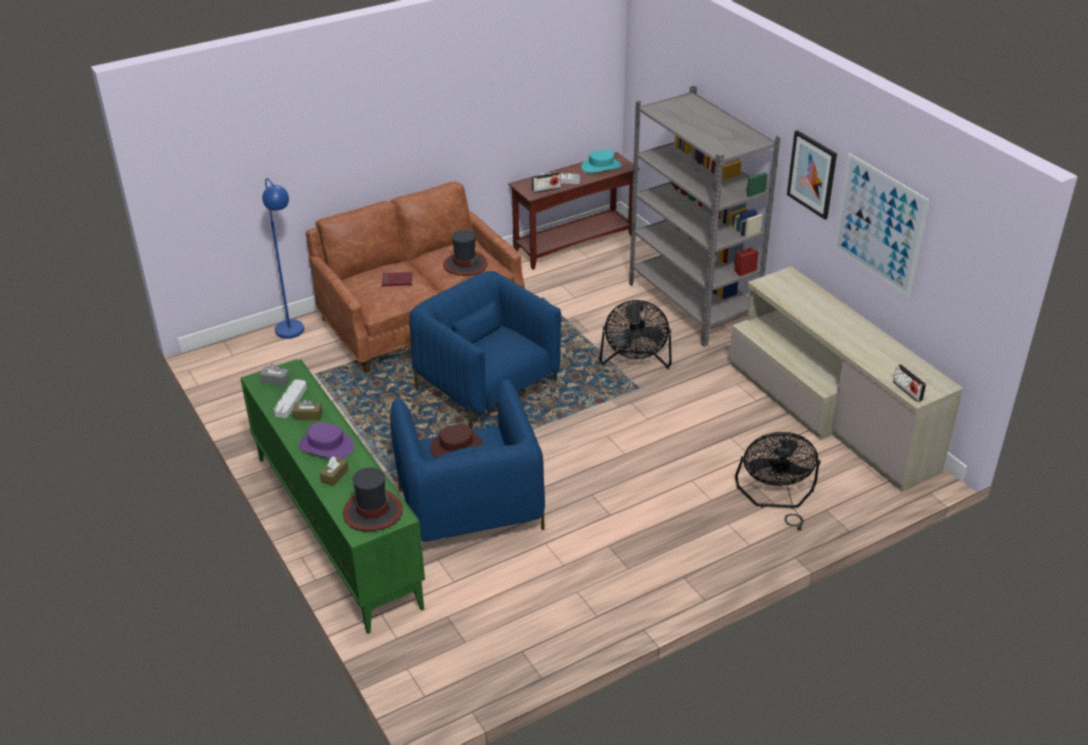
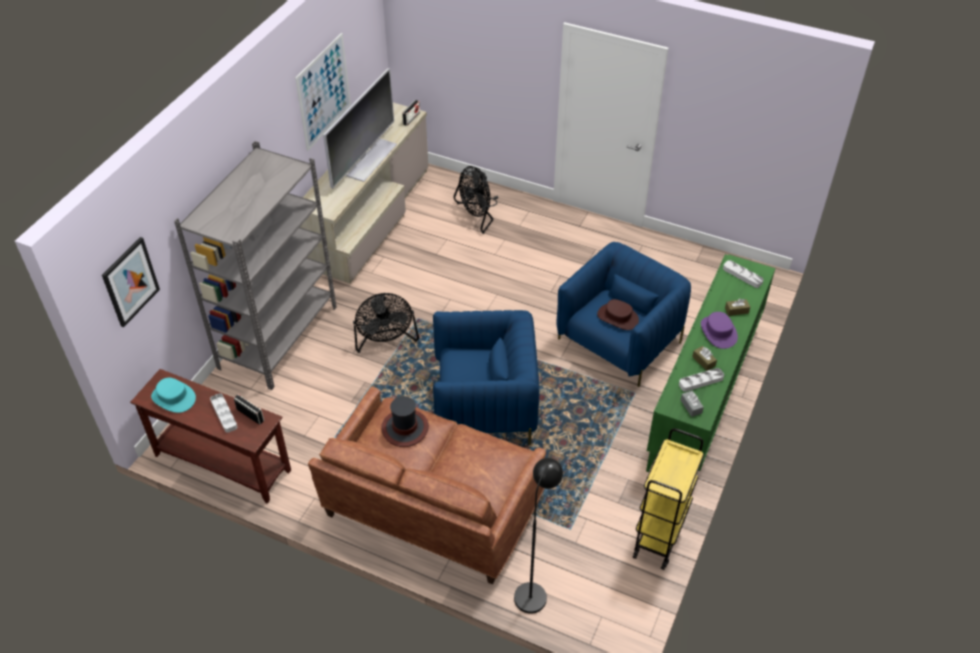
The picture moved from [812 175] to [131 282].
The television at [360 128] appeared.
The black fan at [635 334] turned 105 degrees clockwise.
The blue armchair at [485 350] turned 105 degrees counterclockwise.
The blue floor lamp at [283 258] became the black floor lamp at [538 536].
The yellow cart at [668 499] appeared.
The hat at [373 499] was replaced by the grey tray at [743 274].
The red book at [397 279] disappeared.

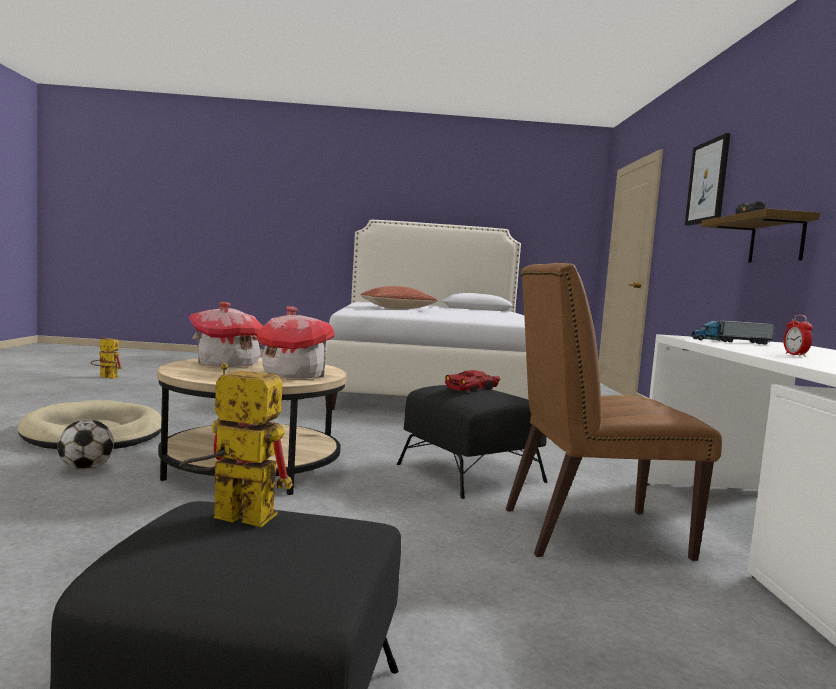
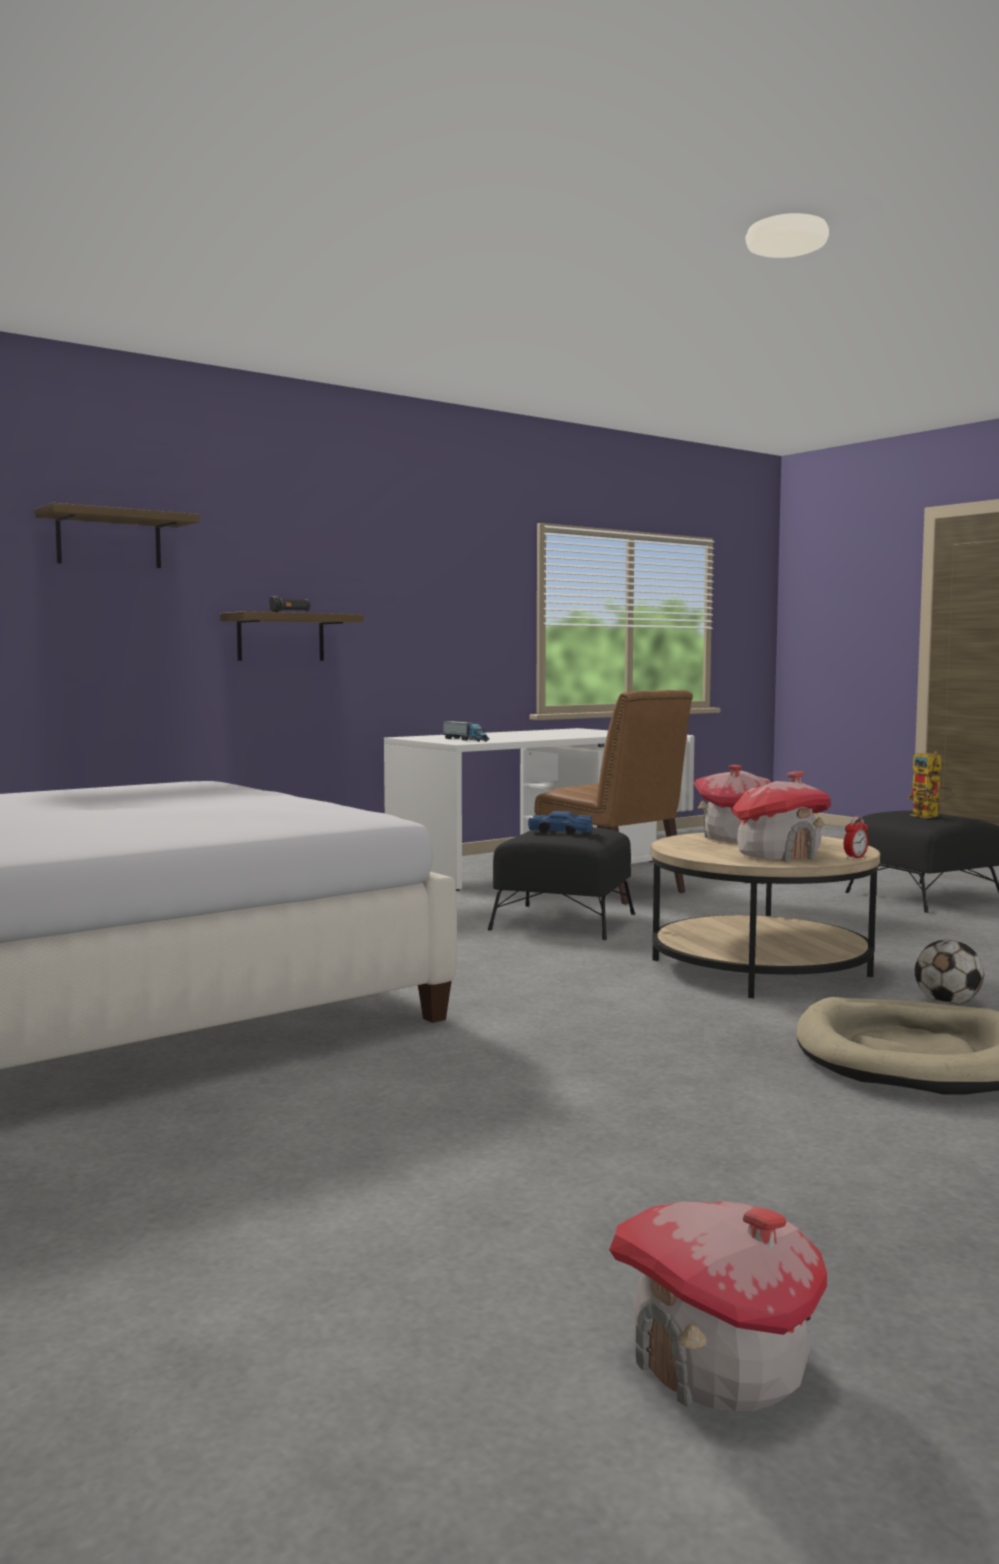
The picture at [707 179] was replaced by the shelf at [117 535].
The red toy car at [472 381] became the blue toy car at [560 822].
The toy robot at [106 357] was replaced by the toy house at [718 1306].
The alarm clock moved from [798 336] to [856 837].
The pillow at [399 297] disappeared.

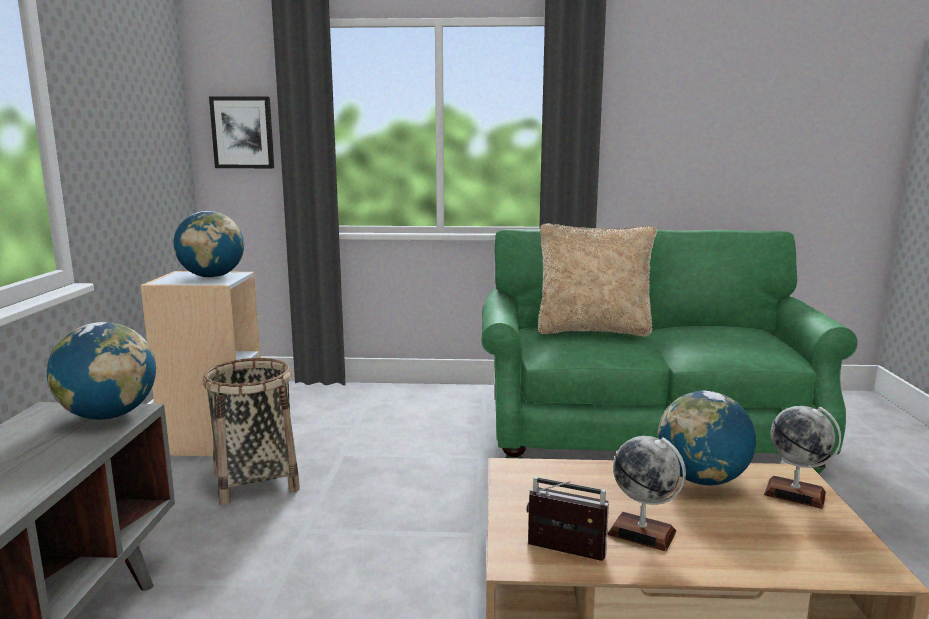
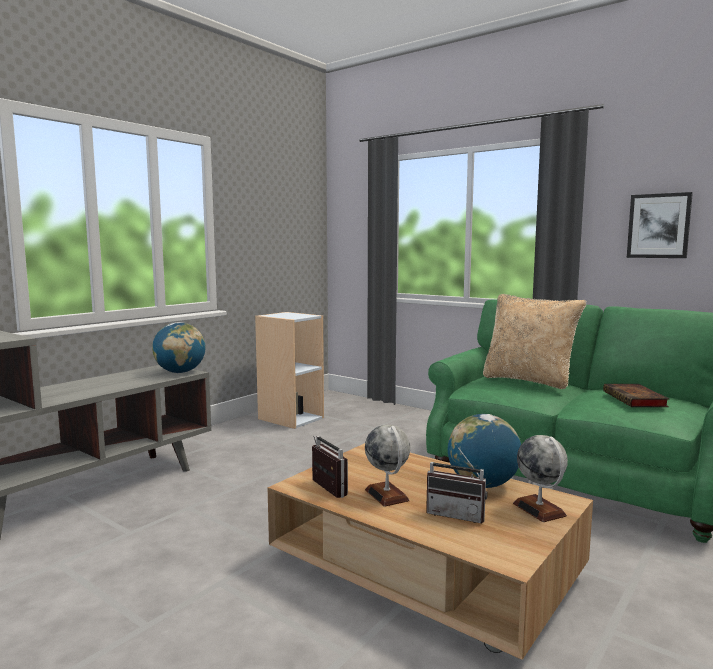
The radio at [457 484] appeared.
The book at [636 395] appeared.
The picture moved from [241 132] to [660 225].
The globe at [209 244] disappeared.
The basket at [251 432] disappeared.

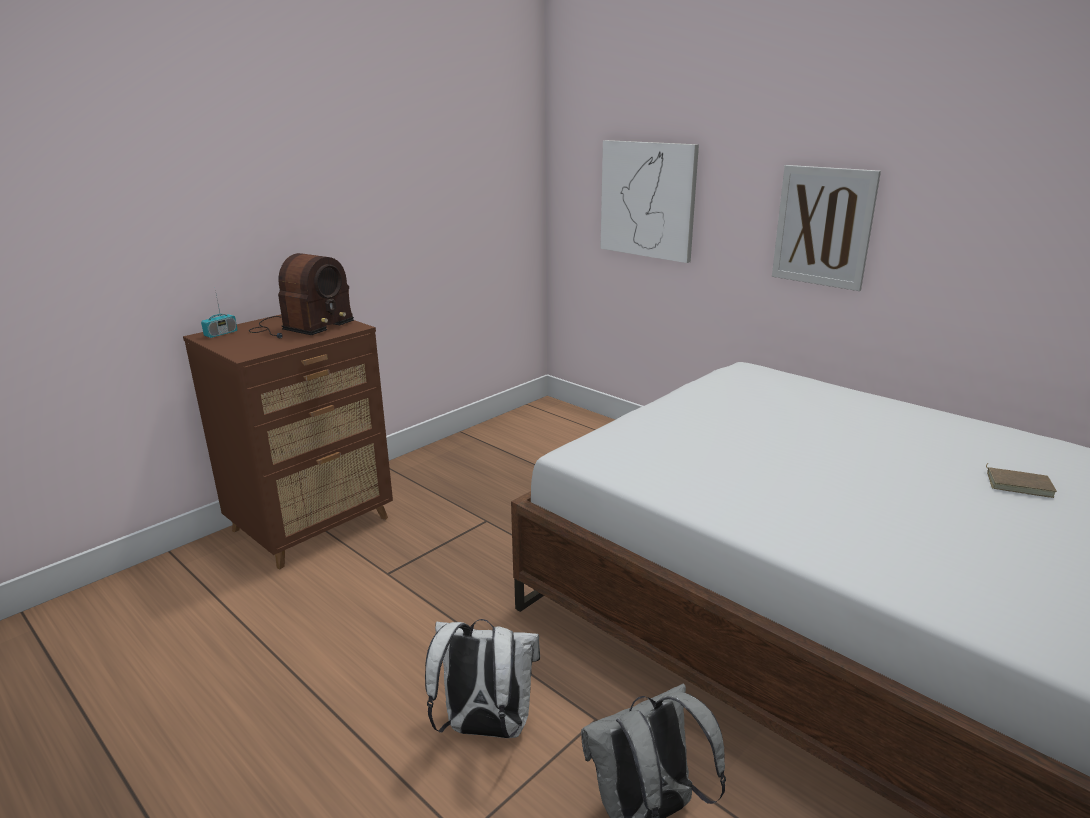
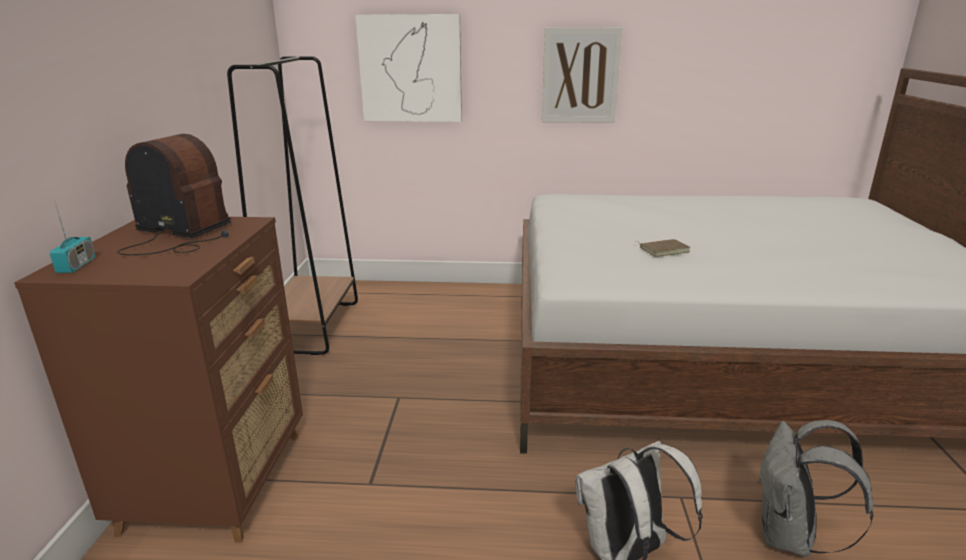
The radio at [301 296] turned 60 degrees counterclockwise.
The clothes rack at [292 205] appeared.
The brown book moved from [1021 480] to [663 248].

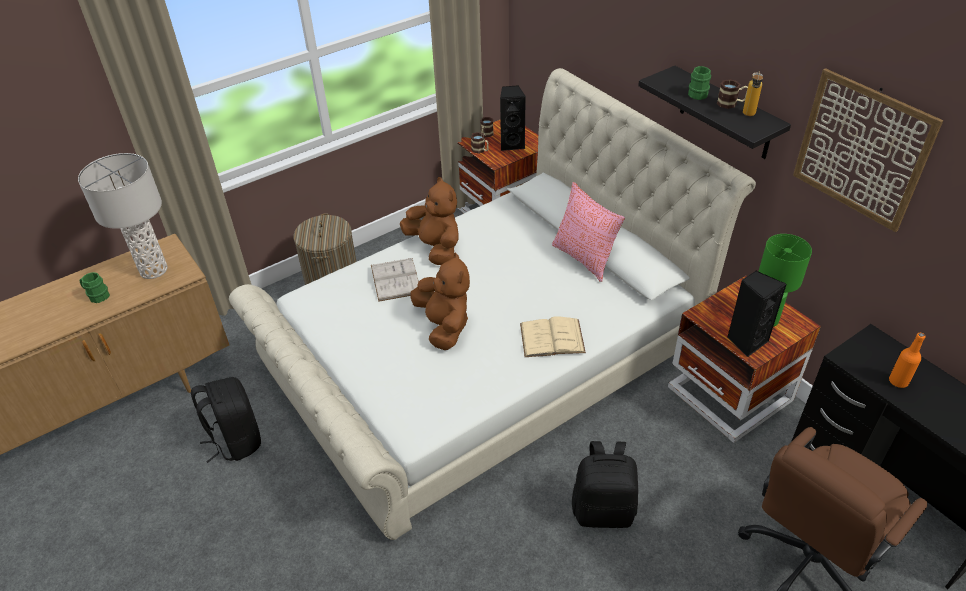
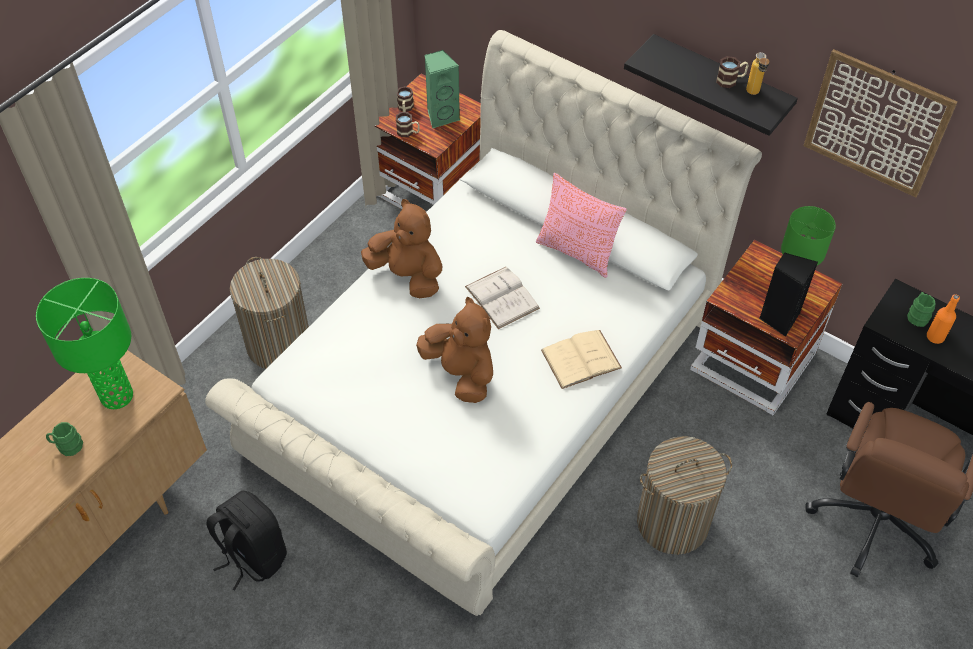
The white table lamp at [123 216] became the green table lamp at [84 343].
The black speaker at [513 118] became the green speaker at [442 89].
The white book moved from [395 280] to [502 298].
The black backpack at [605 484] was replaced by the laundry basket at [684 495].
The green mug moved from [699 83] to [921 309].

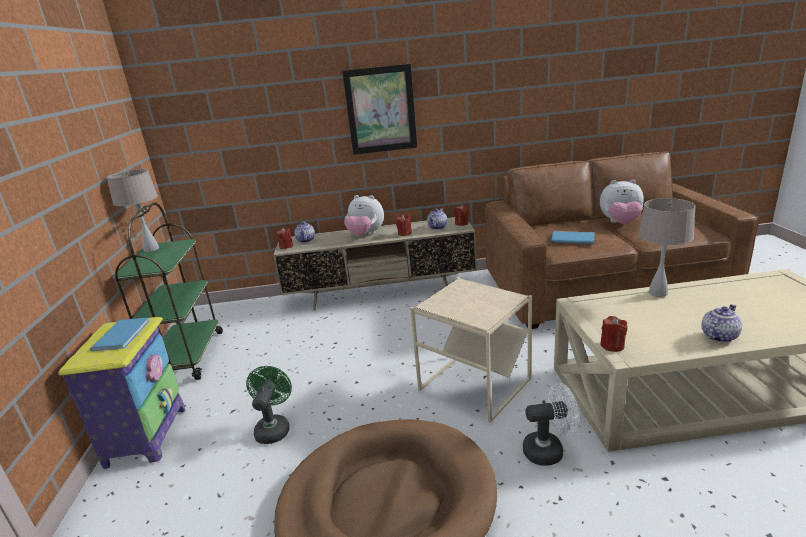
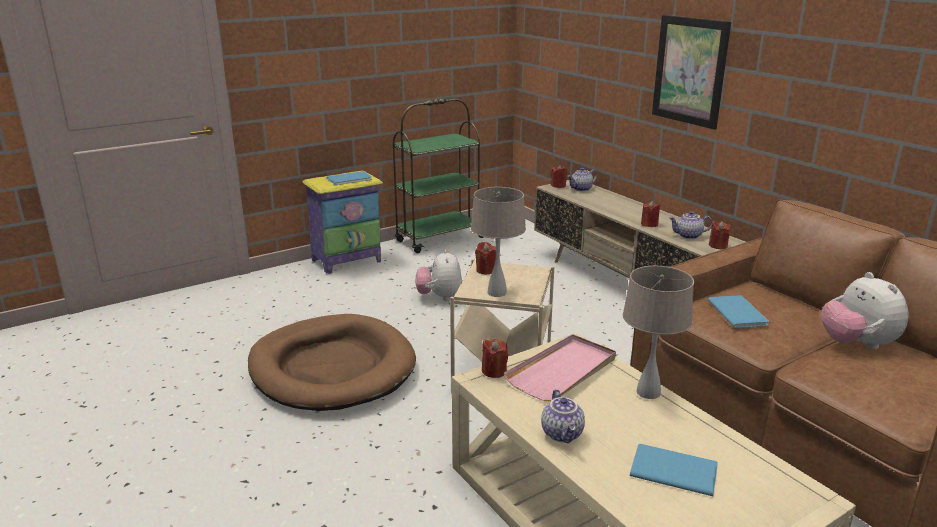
The plush toy moved from [364 215] to [438 275].
The beige table lamp moved from [133 210] to [498 242].
The red candle at [485 258] appeared.
The pink tray at [560 367] appeared.
The teapot at [721 323] turned 60 degrees clockwise.
The blue book at [674 470] appeared.
The green fan at [269 405] disappeared.
The white fan at [551 424] disappeared.

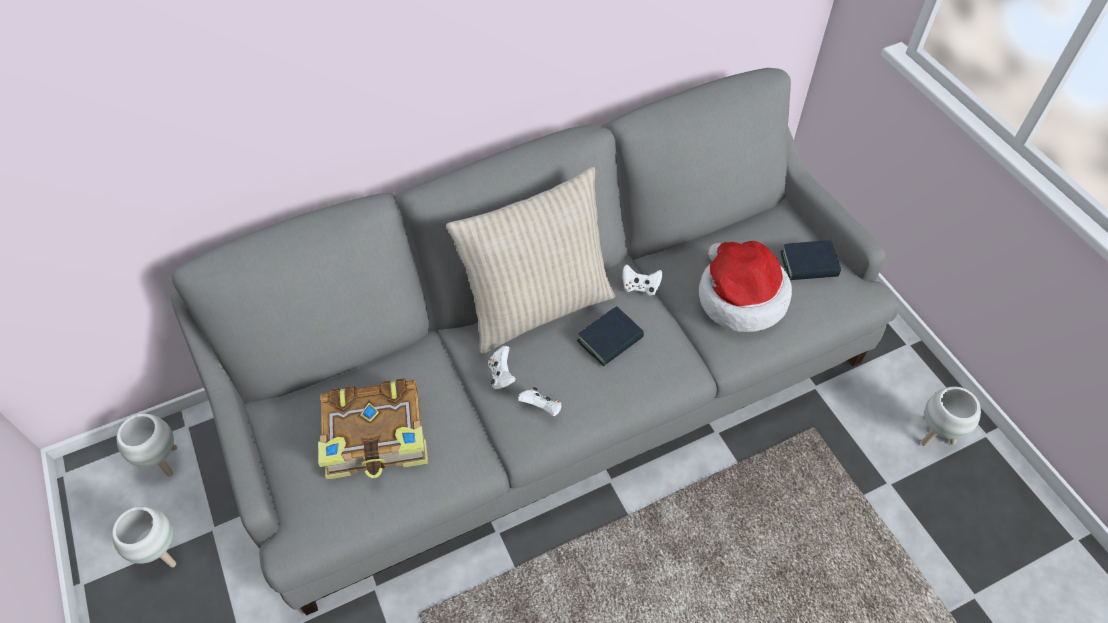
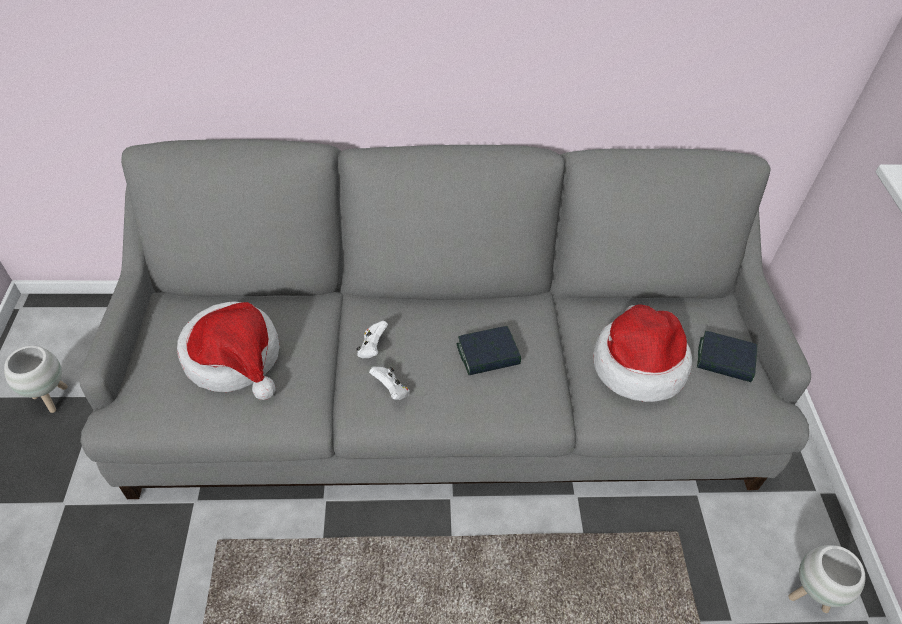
The book at [373 429] was replaced by the hat at [228 351].
The white planter at [147 445] disappeared.
The beige pillow at [530 260] disappeared.
The white game controller at [643 280] disappeared.

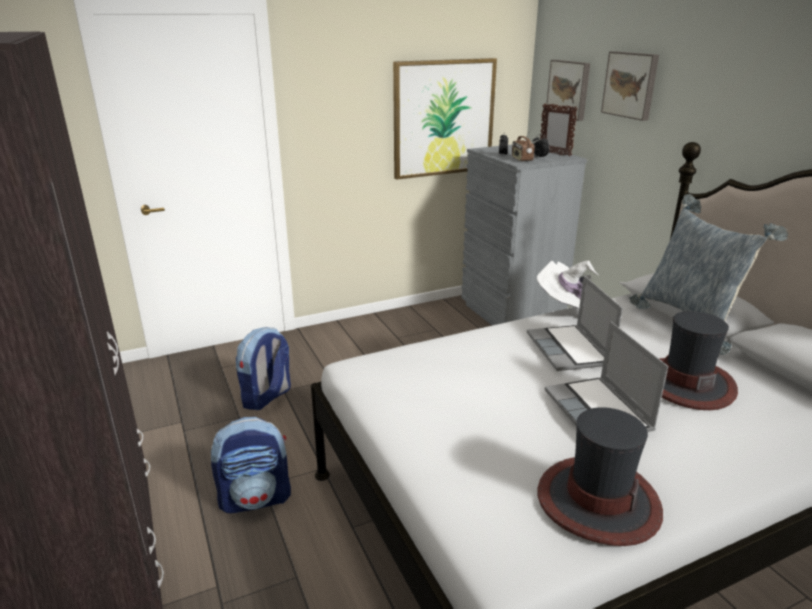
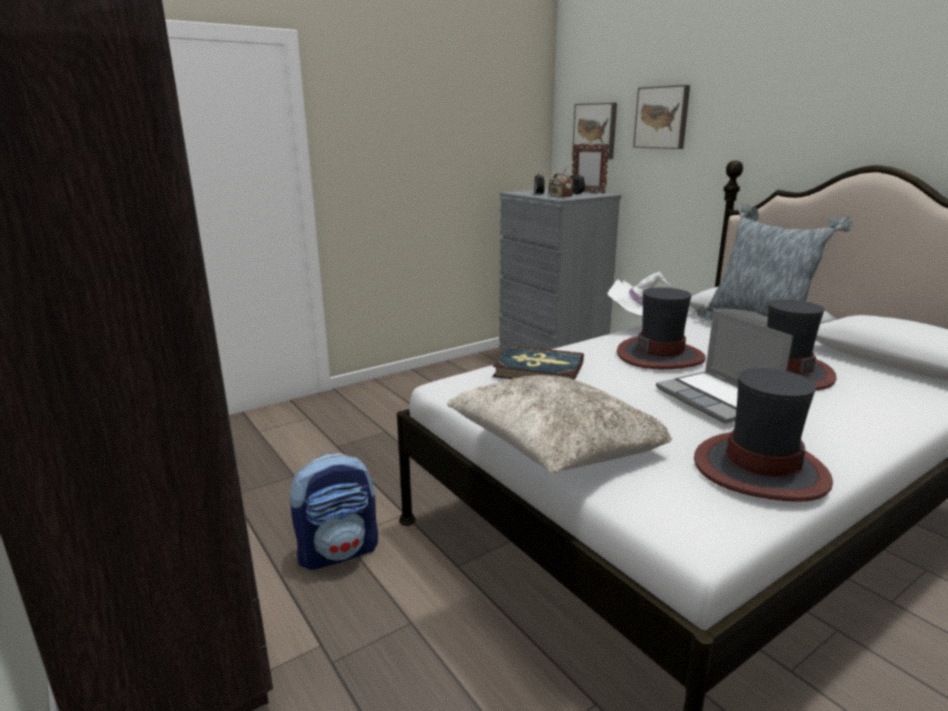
The beige pillow at [559 424] appeared.
The book at [538 362] appeared.
The laptop at [575 323] was replaced by the hat at [661 328].
The backpack at [263 368] disappeared.
The picture at [445 119] disappeared.

